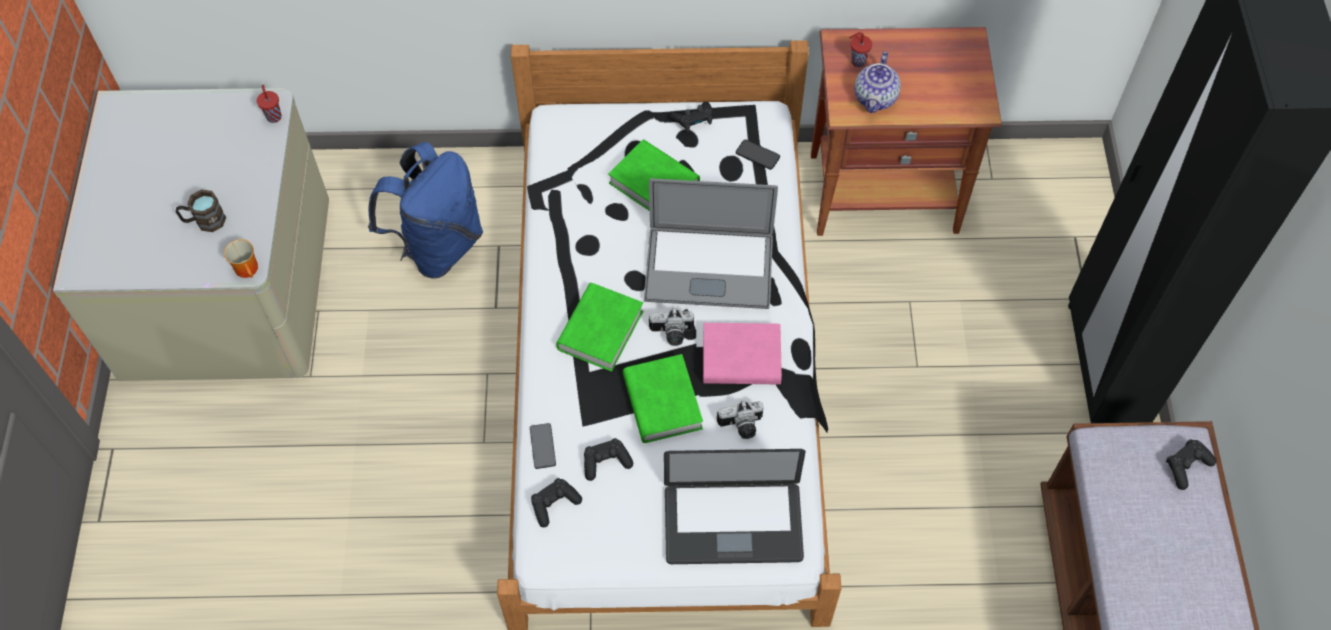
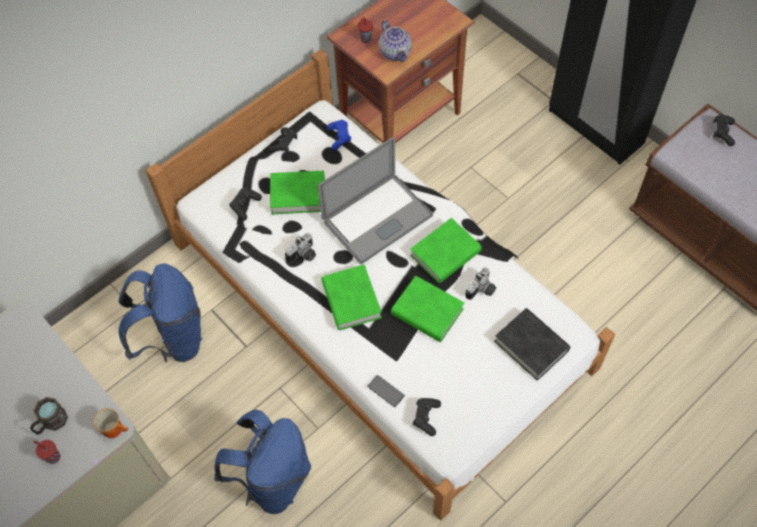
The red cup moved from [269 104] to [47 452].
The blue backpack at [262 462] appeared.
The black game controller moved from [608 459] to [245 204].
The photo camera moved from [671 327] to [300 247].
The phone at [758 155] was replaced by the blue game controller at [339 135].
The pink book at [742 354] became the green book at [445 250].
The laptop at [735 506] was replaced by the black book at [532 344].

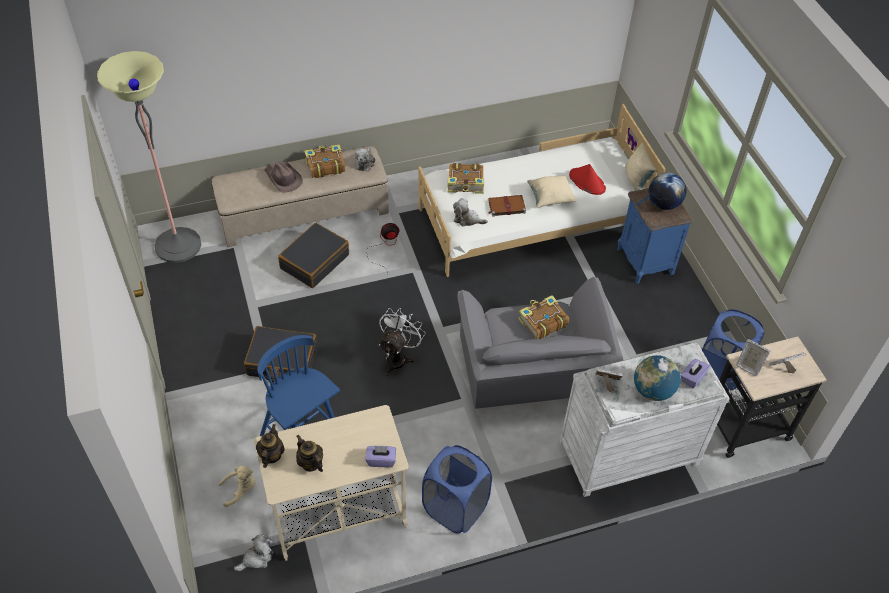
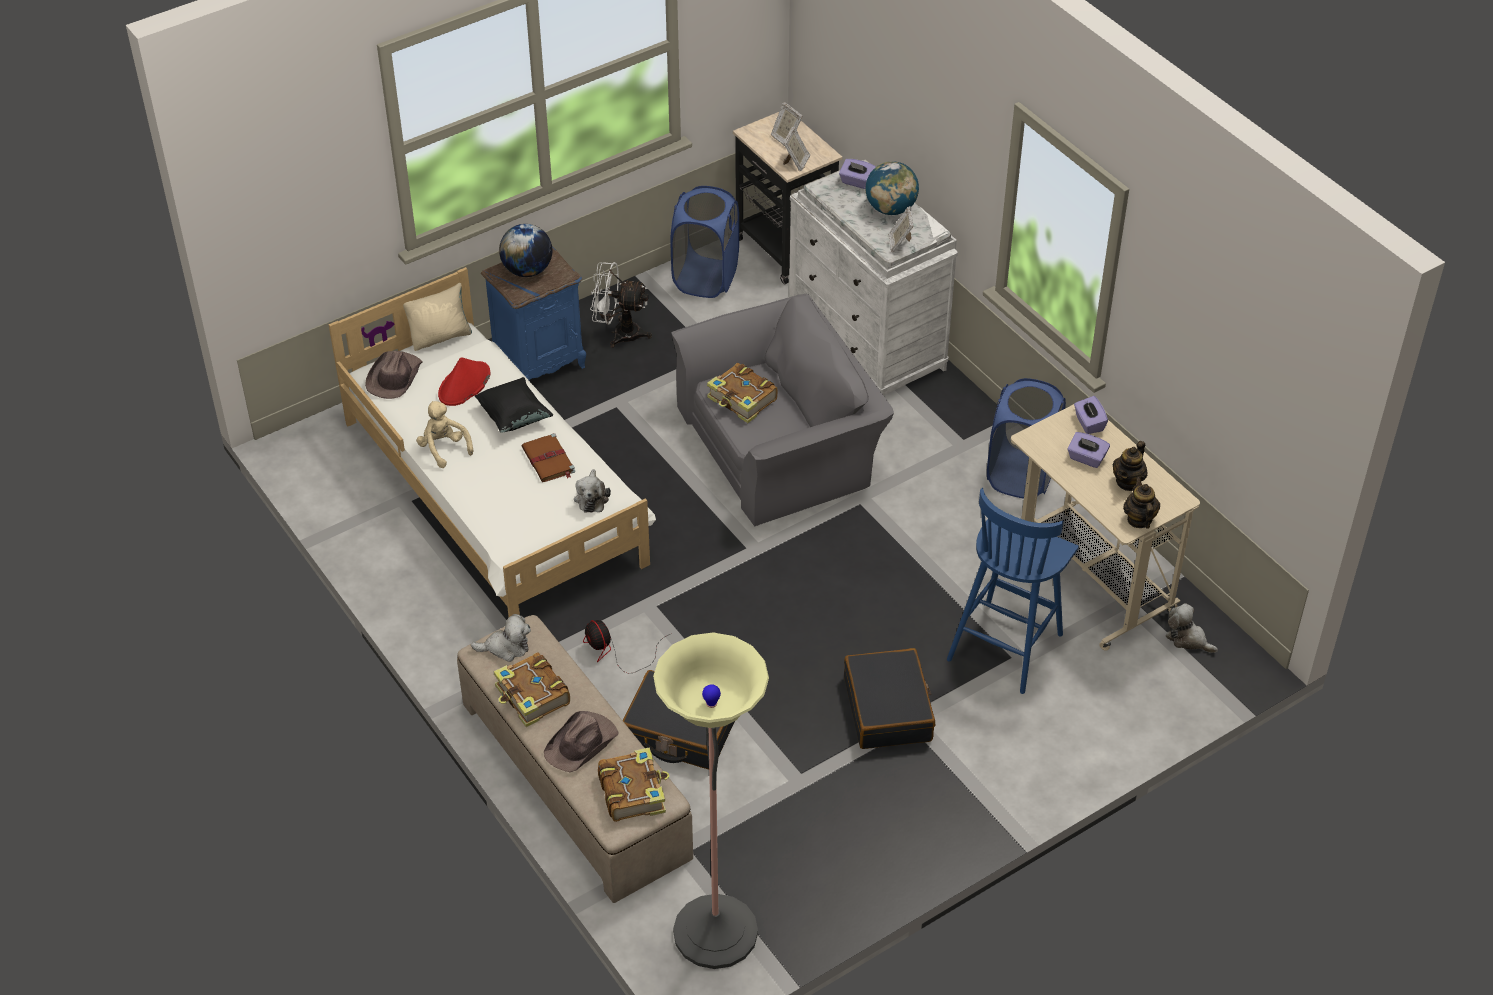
The brown hat at [393 375] appeared.
The beige plush toy moved from [237 486] to [444 434].
The beige pillow at [552 192] became the black pillow at [514 405].
The white fan moved from [402 342] to [621 305].
The book moved from [465 178] to [634 784].
The purple tissue box at [1088 450] appeared.
The teapot at [270 446] turned 90 degrees clockwise.

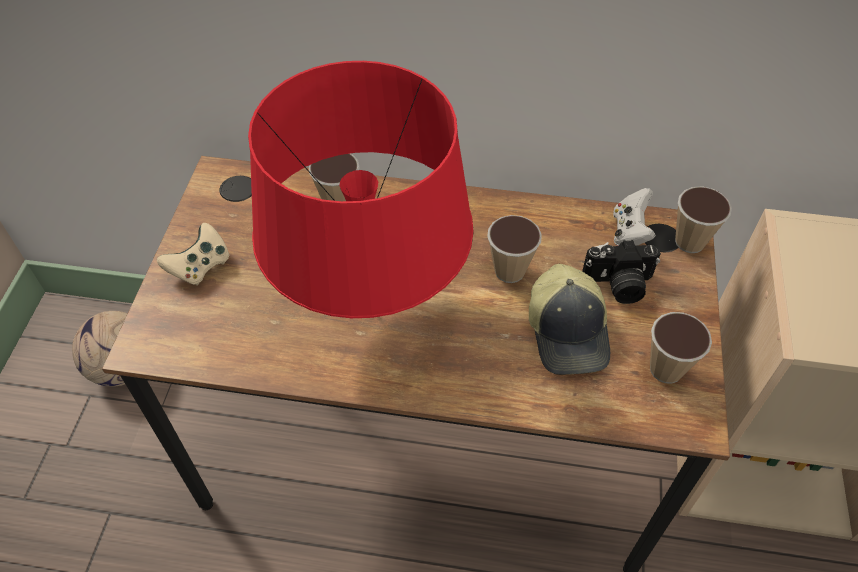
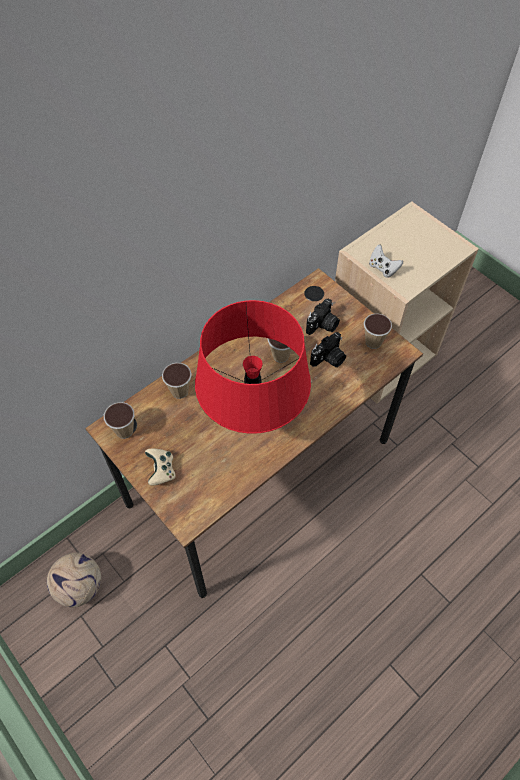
The cup moved from [703 219] to [119 420].
The cap at [569 319] was replaced by the photo camera at [328 349].
The white game controller moved from [634 217] to [386 261].

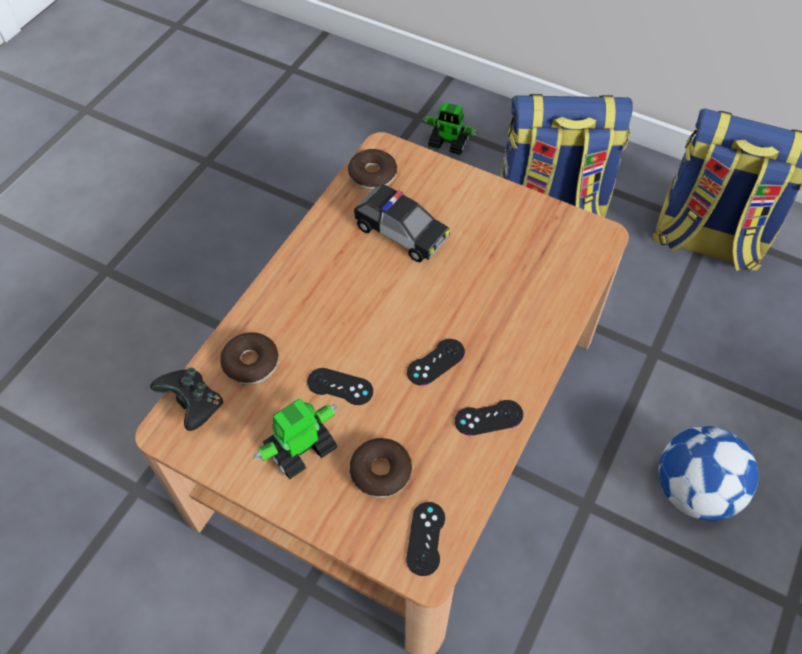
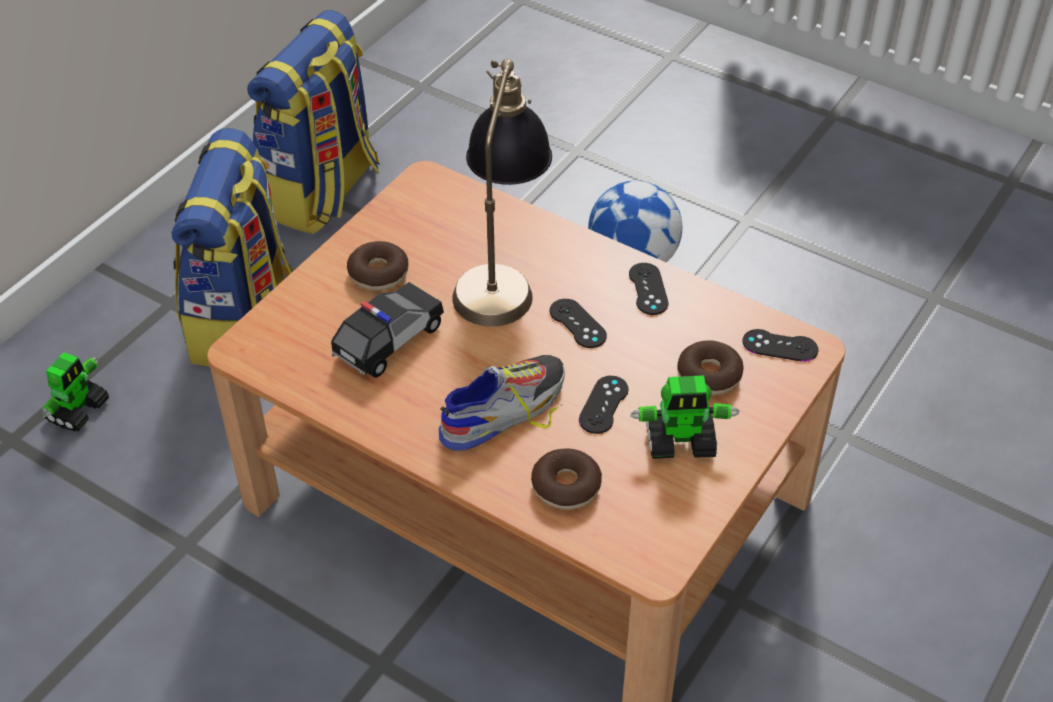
The donut moved from [372 169] to [378 265].
The shoe at [502 403] appeared.
The table lamp at [502 193] appeared.
The toy robot at [295 438] turned 60 degrees counterclockwise.
The black game controller at [186 399] disappeared.

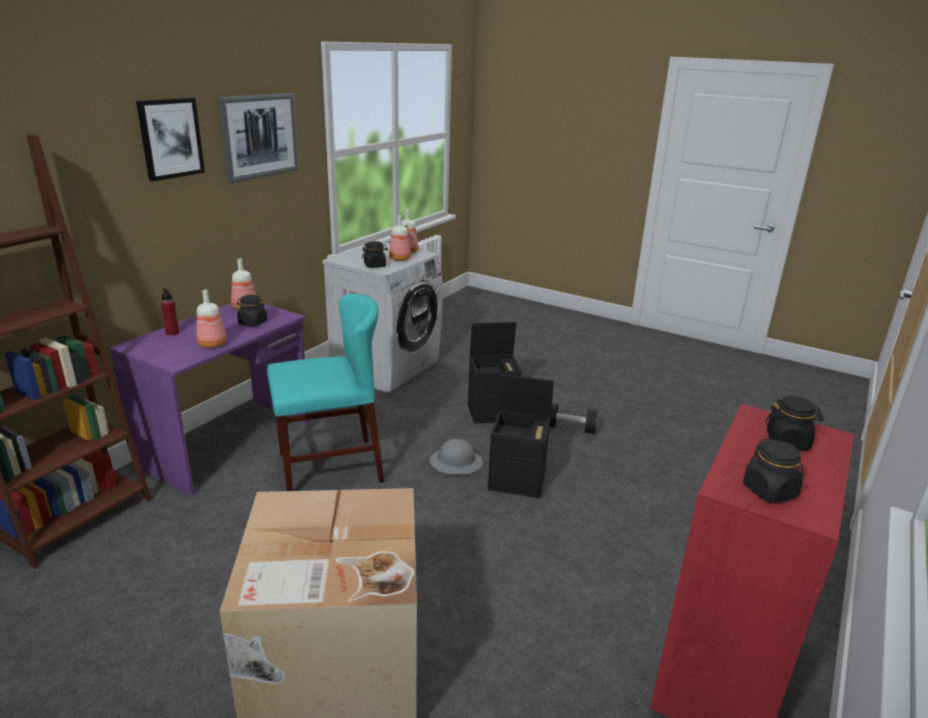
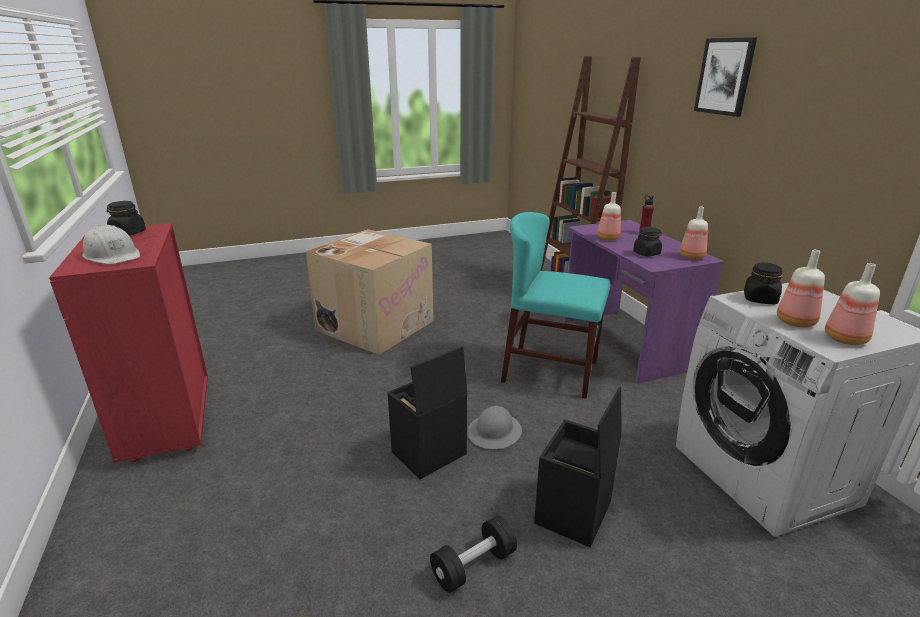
The black jar at [795 423] was replaced by the white hard hat at [111 244].
The turquoise chair at [325 392] turned 90 degrees clockwise.
The picture at [258 138] disappeared.

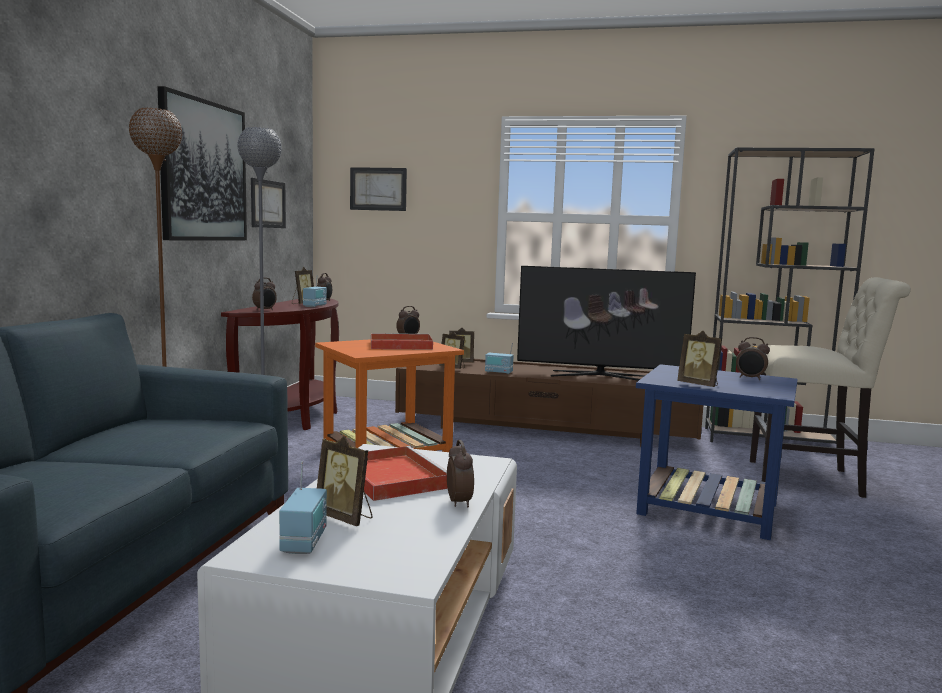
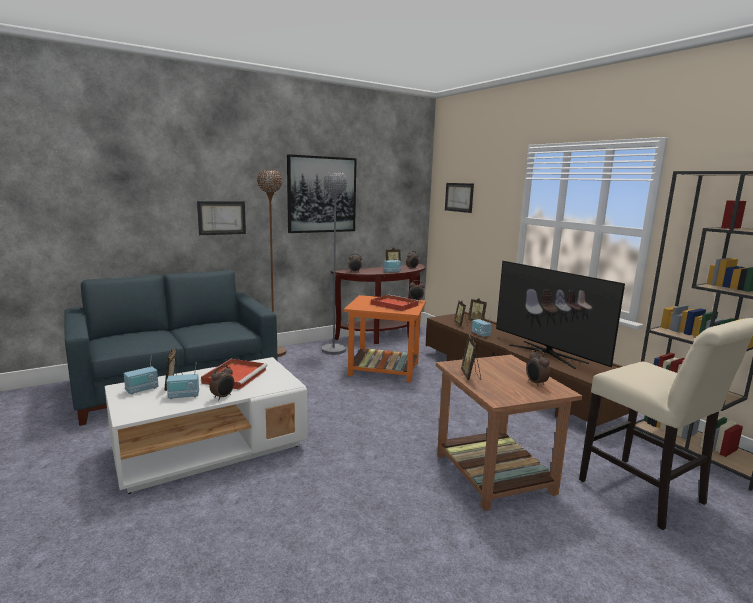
The radio at [182 380] appeared.
The picture moved from [268 203] to [221 218].
The blue side table at [717 452] became the brown side table at [509 433].

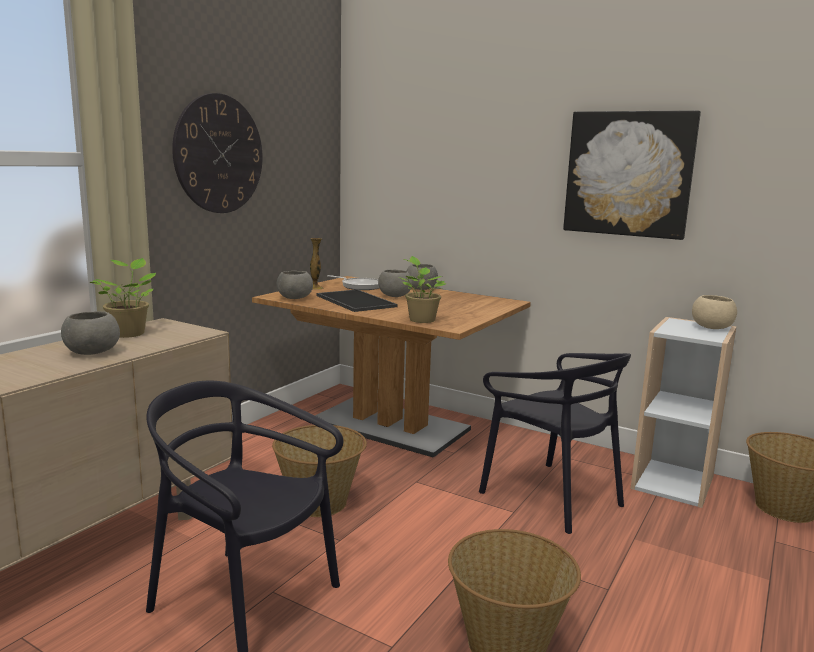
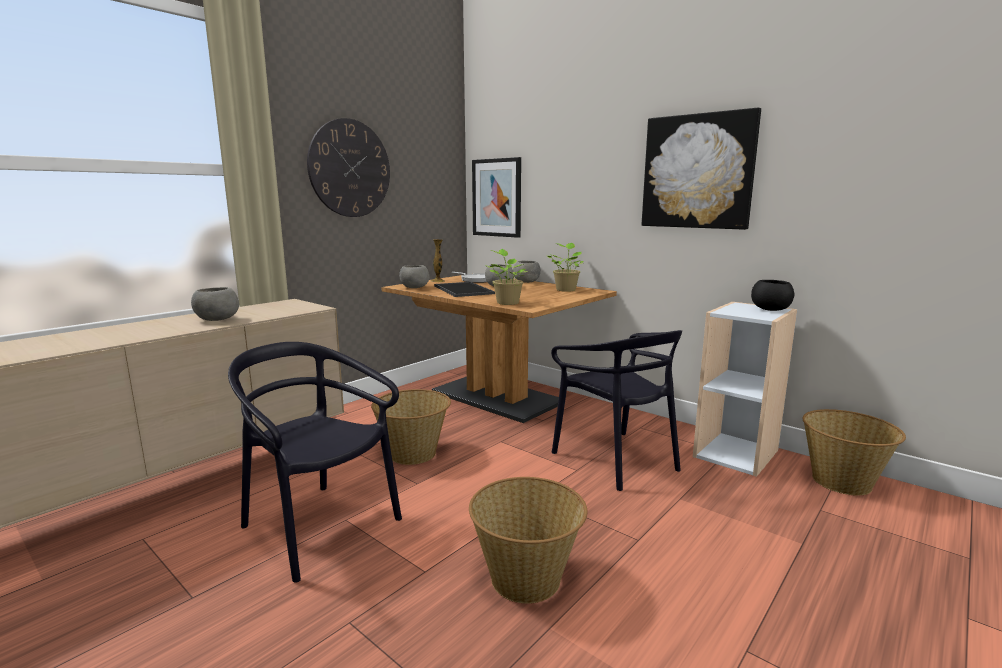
The picture at [496 197] appeared.
The potted plant moved from [123 298] to [565 267].
The beige bowl at [714 312] became the black bowl at [772 295].

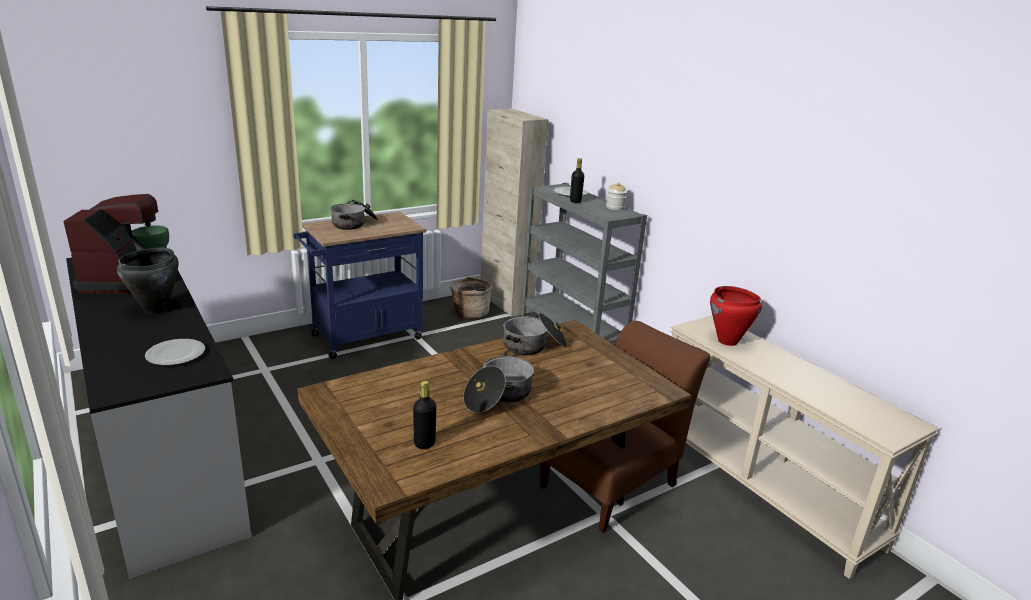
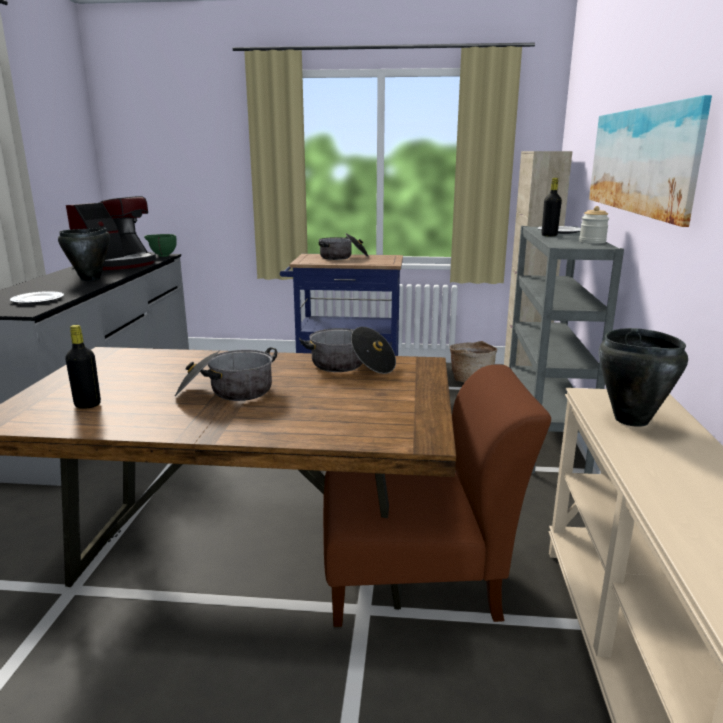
The picture at [650 161] appeared.
The red cooking pot at [736 316] became the black cooking pot at [643 377].

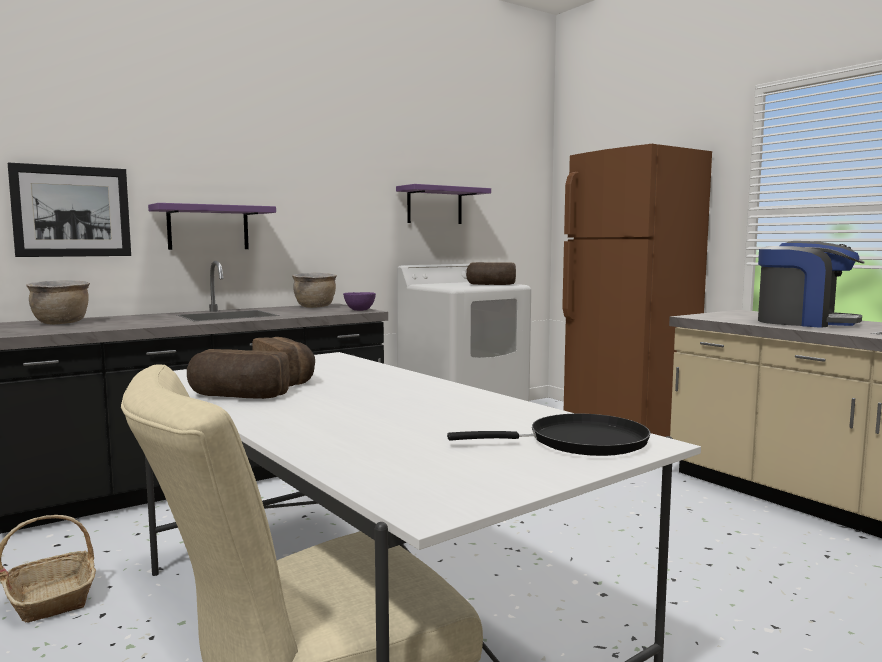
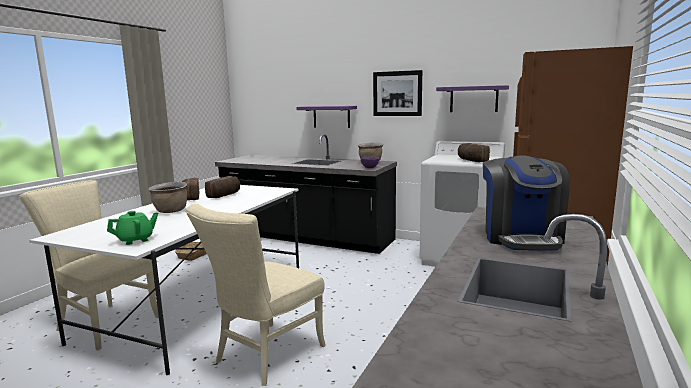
The black frying pan at [548 435] was replaced by the green teapot at [132 228].
The brown cooking pot moved from [58 302] to [167 197].
The beige chair at [255 295] appeared.
The picture moved from [69 210] to [397 93].

